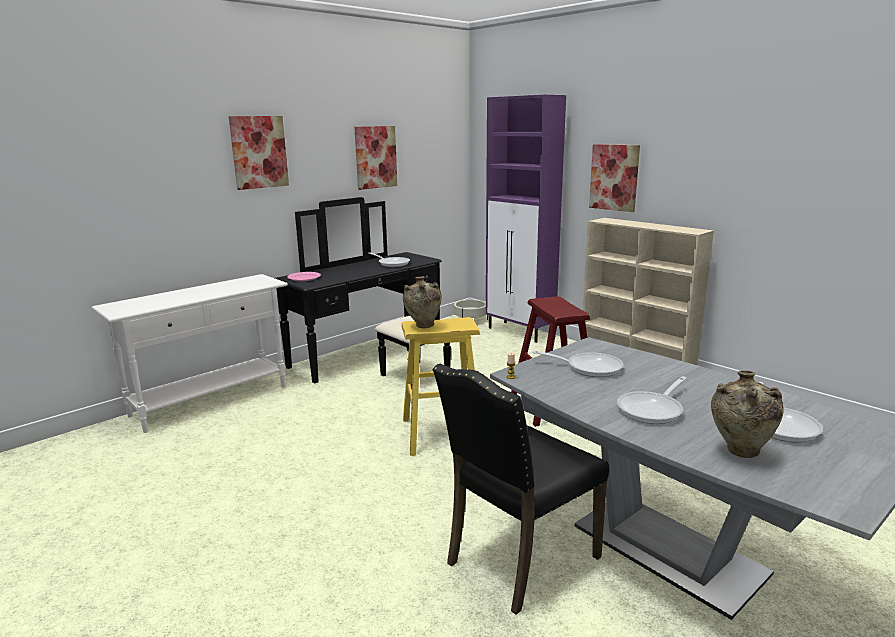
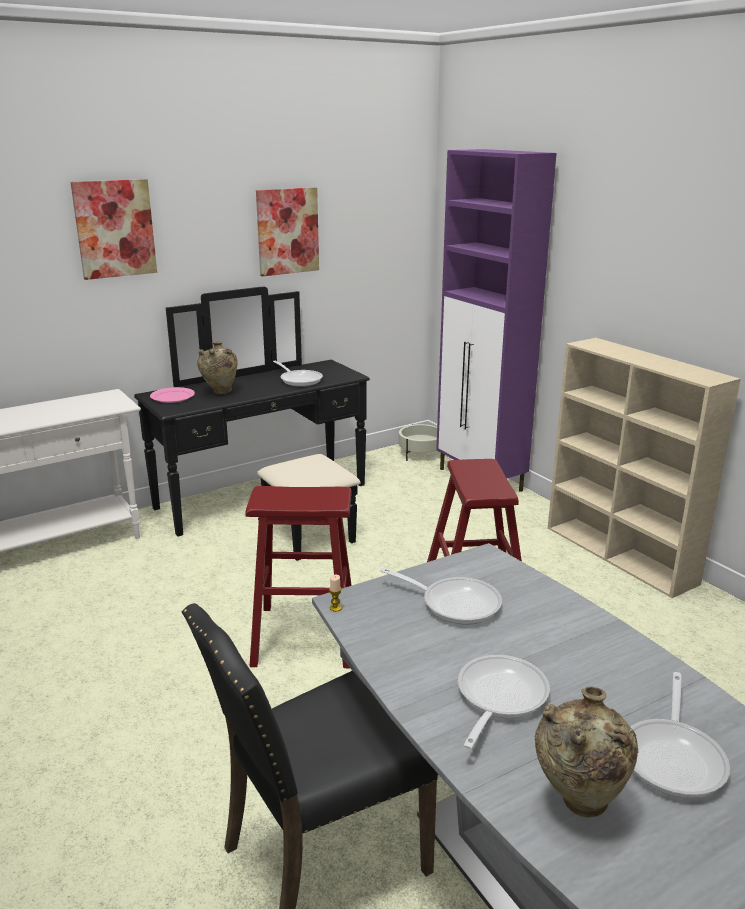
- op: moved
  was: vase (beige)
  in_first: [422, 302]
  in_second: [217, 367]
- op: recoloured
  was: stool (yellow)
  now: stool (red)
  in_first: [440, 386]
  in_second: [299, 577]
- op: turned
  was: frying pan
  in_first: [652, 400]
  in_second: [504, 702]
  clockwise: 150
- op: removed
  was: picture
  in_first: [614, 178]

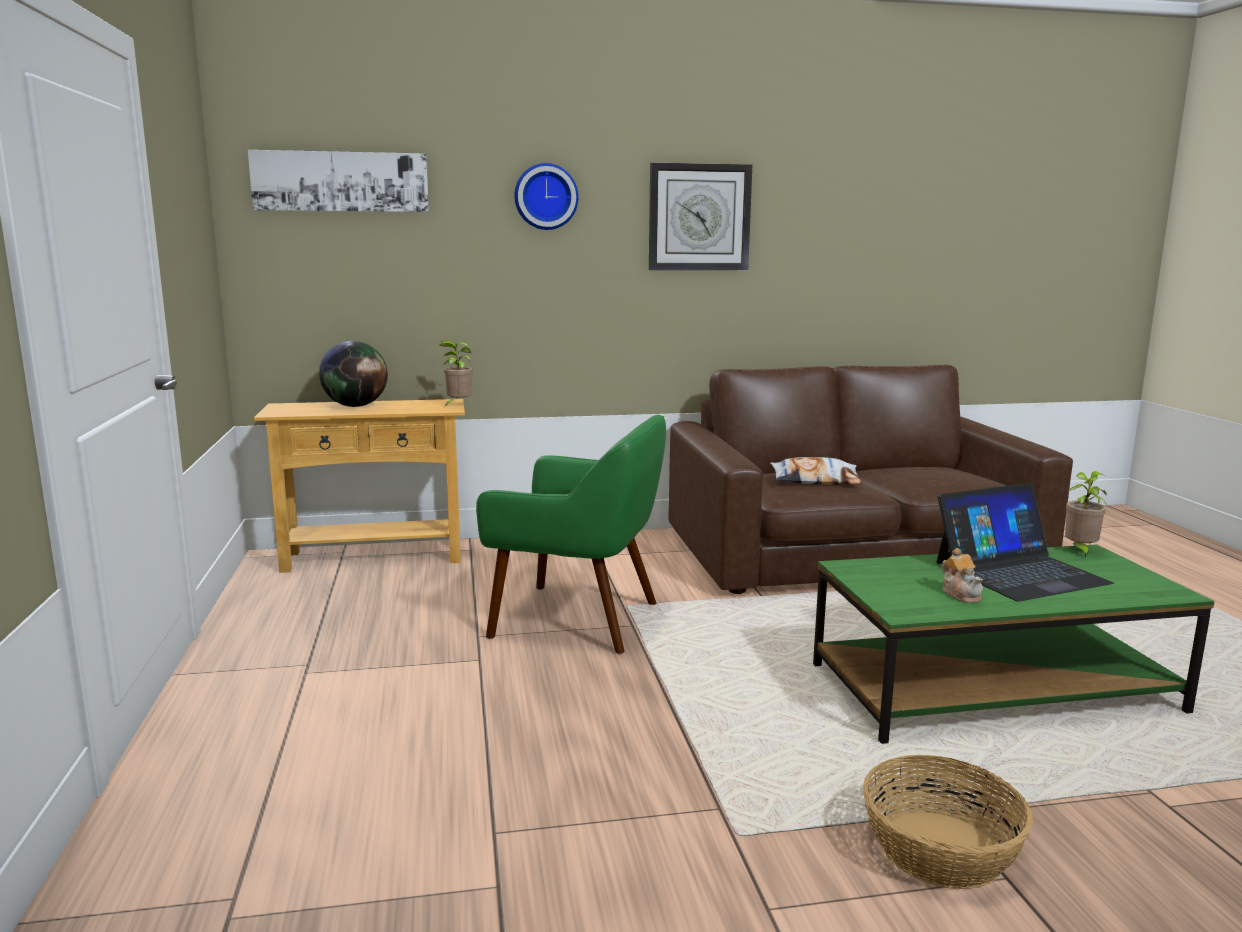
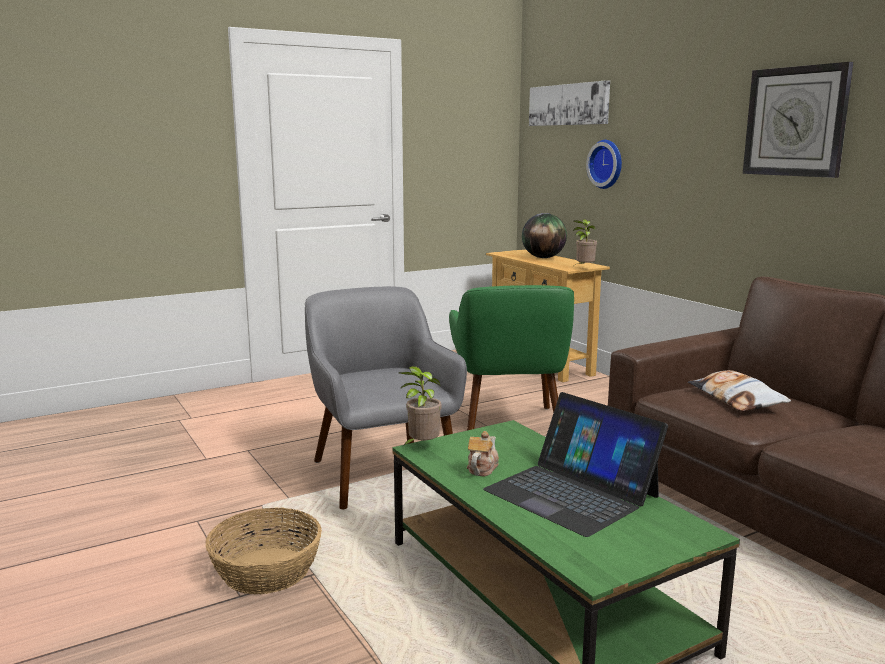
- op: added
  now: armchair (grey)
  in_second: [386, 397]
- op: moved
  was: potted plant
  in_first: [1086, 514]
  in_second: [420, 406]
- op: turned
  was: teapot
  in_first: [962, 575]
  in_second: [483, 453]
  clockwise: 150
- op: moved
  was: wall clock
  in_first: [546, 196]
  in_second: [604, 164]

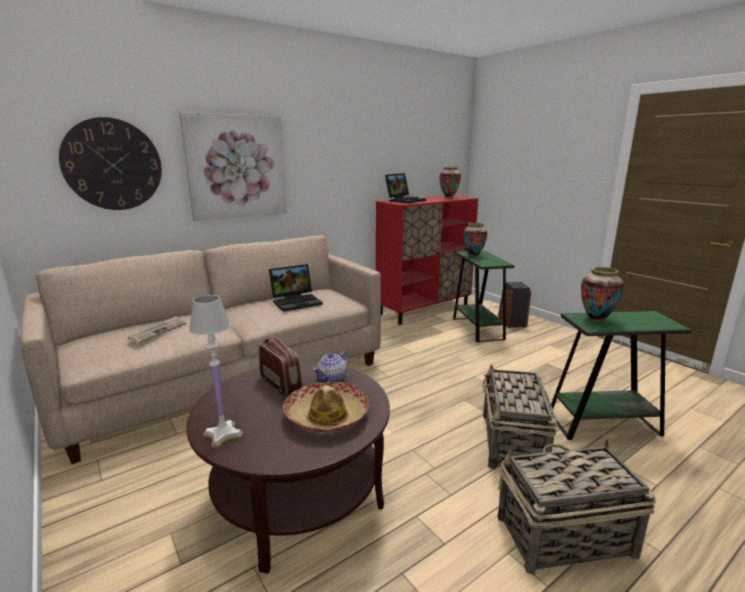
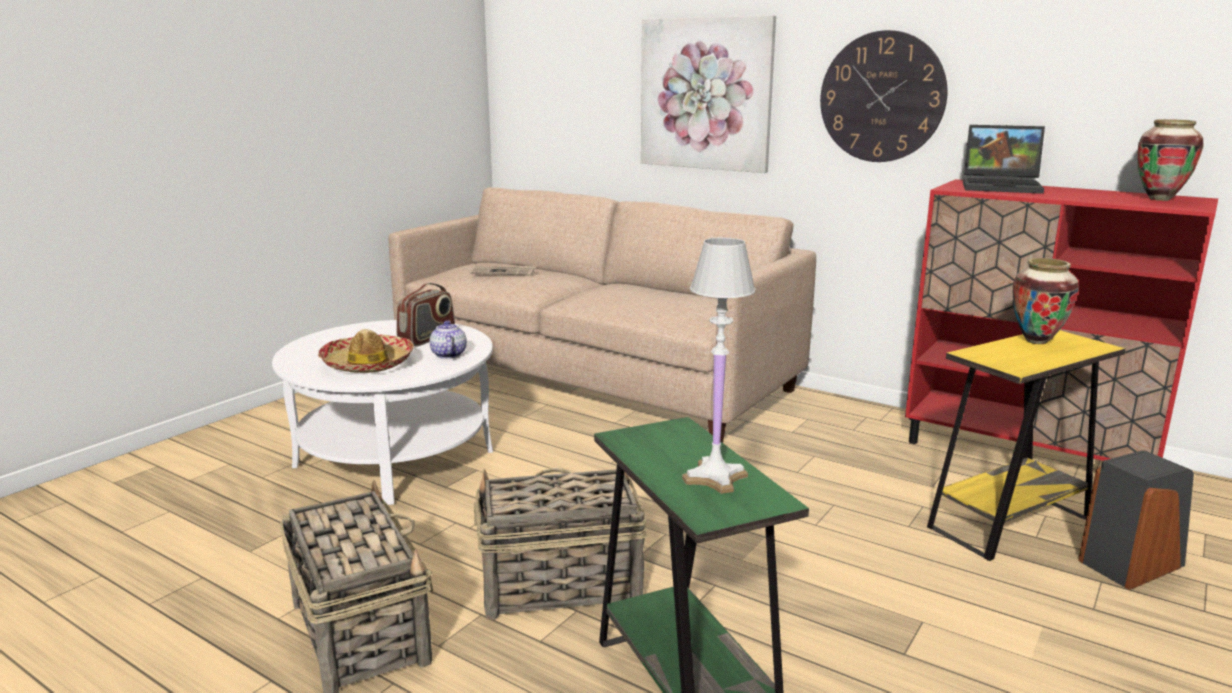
- op: recoloured
  was: coffee table (brown)
  now: coffee table (white)
  in_first: [288, 467]
  in_second: [382, 412]
- op: turned
  was: teapot
  in_first: [330, 367]
  in_second: [448, 339]
  clockwise: 60
- op: moved
  was: table lamp (white)
  in_first: [216, 371]
  in_second: [719, 365]
- op: moved
  was: wall clock
  in_first: [110, 163]
  in_second: [883, 96]
- op: recoloured
  was: side table (green)
  now: side table (yellow)
  in_first: [484, 297]
  in_second: [1026, 445]
- op: removed
  was: laptop
  in_first: [296, 288]
- op: removed
  was: vase
  in_first: [602, 294]

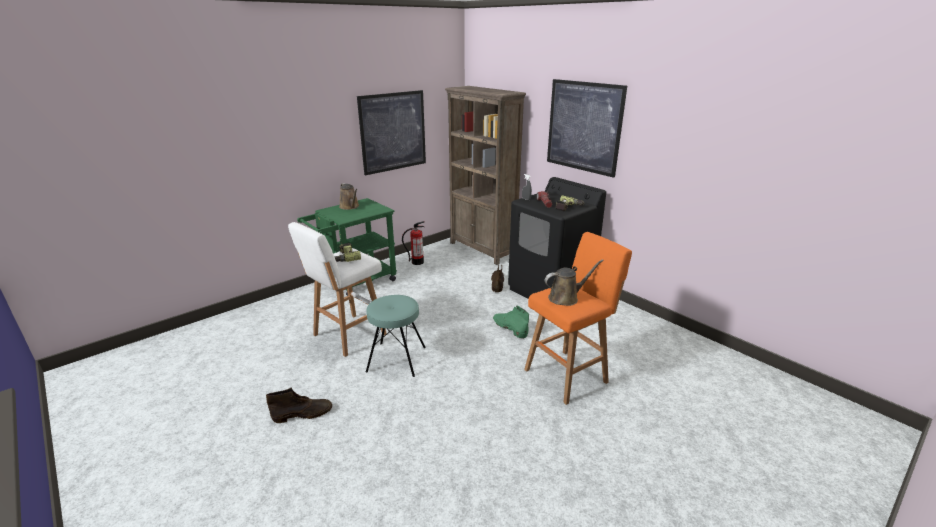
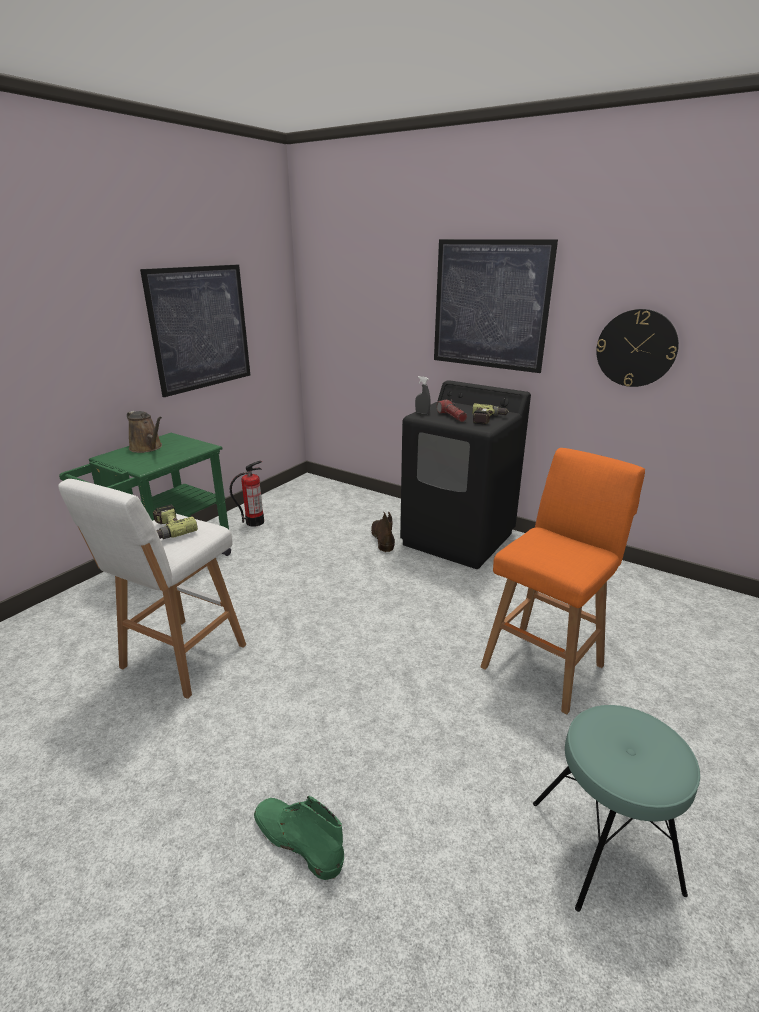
- op: moved
  was: boot (green)
  in_first: [511, 322]
  in_second: [299, 838]
- op: moved
  was: stool (turquoise)
  in_first: [396, 336]
  in_second: [616, 808]
- op: added
  now: wall clock
  in_second: [637, 348]
- op: removed
  was: boot (brown)
  in_first: [299, 405]
- op: removed
  was: bookcase (brown)
  in_first: [485, 175]
- op: removed
  was: watering can (brown)
  in_first: [574, 282]

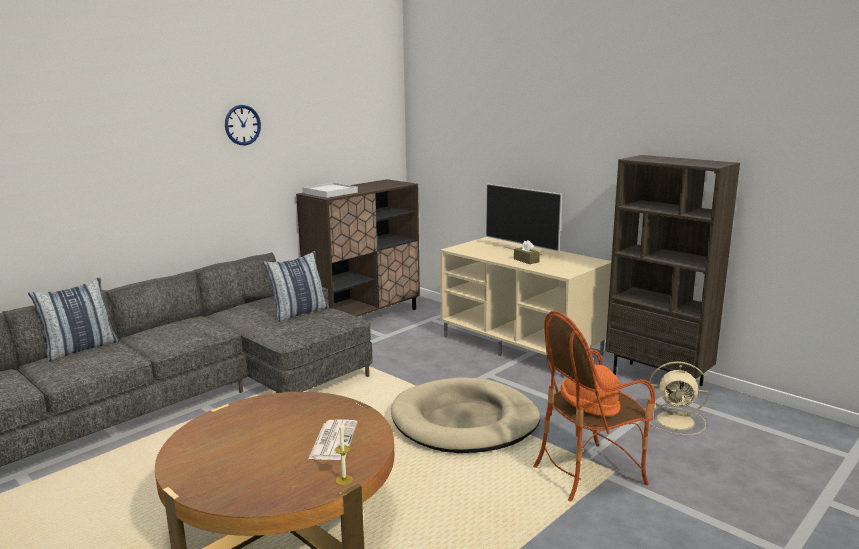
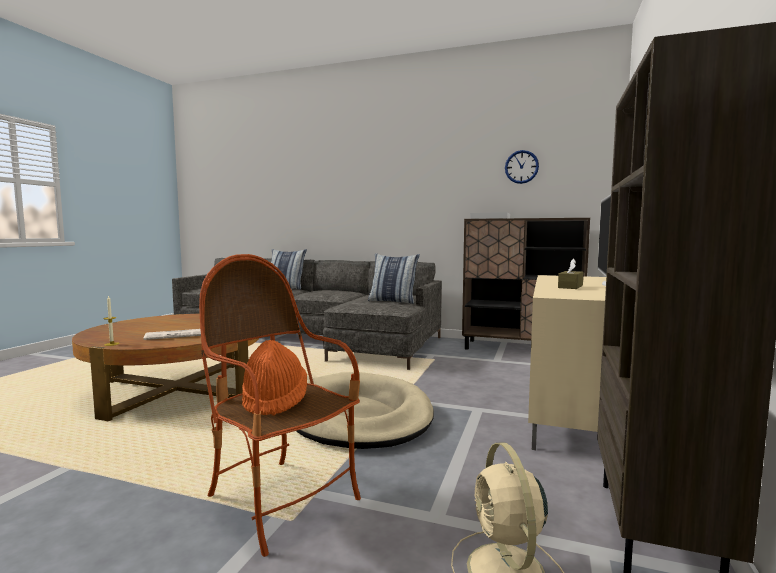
- op: moved
  was: wall clock
  in_first: [243, 125]
  in_second: [522, 167]

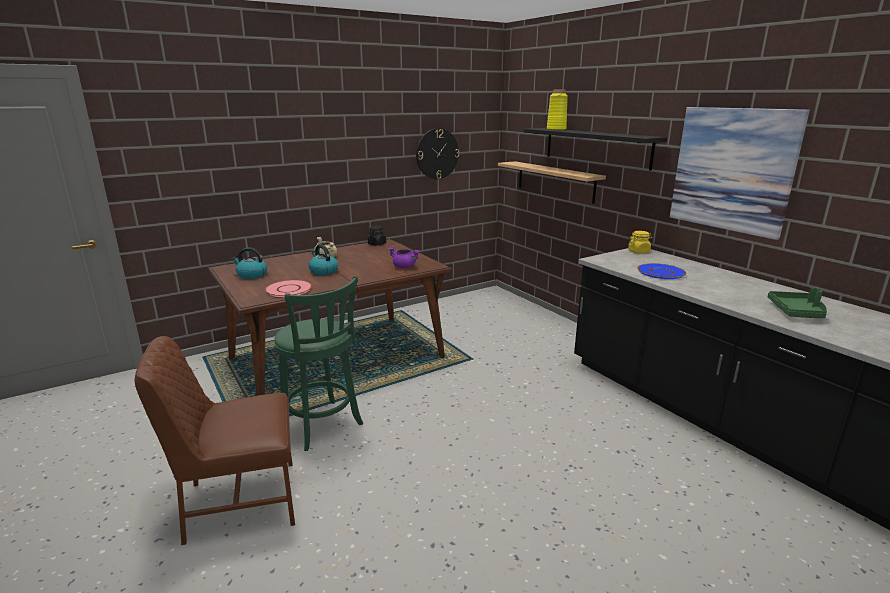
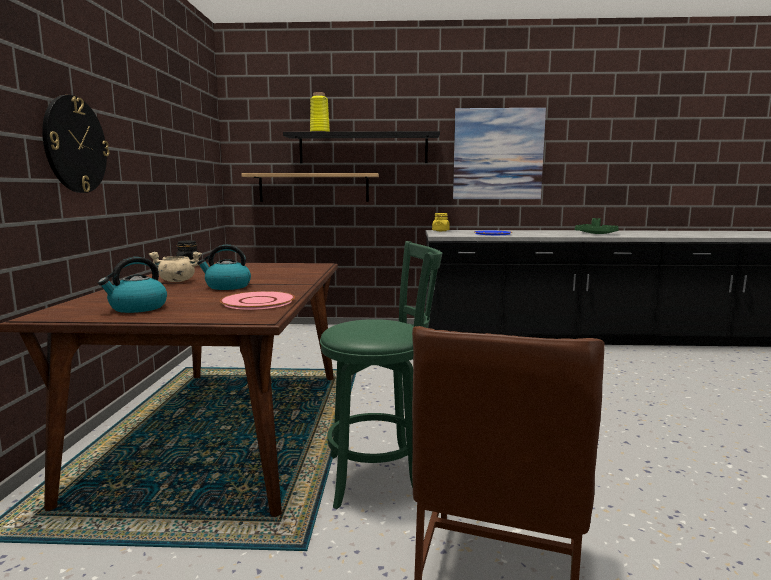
- op: moved
  was: wall clock
  in_first: [437, 153]
  in_second: [75, 144]
- op: removed
  was: cooking pot (purple)
  in_first: [404, 257]

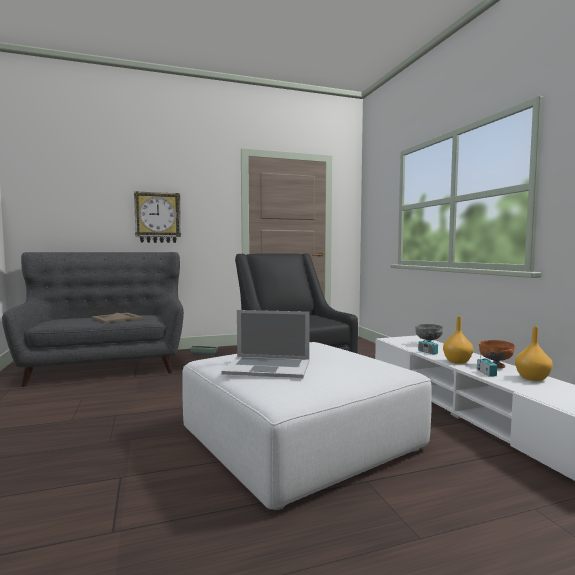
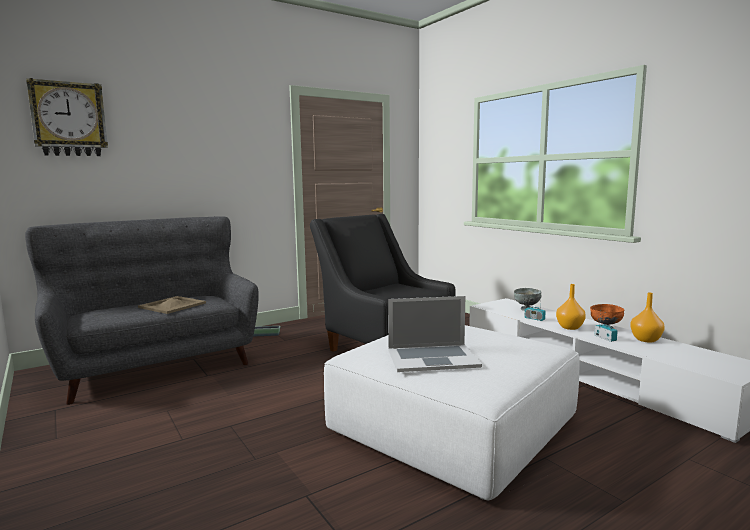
- op: moved
  was: wall clock
  in_first: [157, 217]
  in_second: [67, 117]

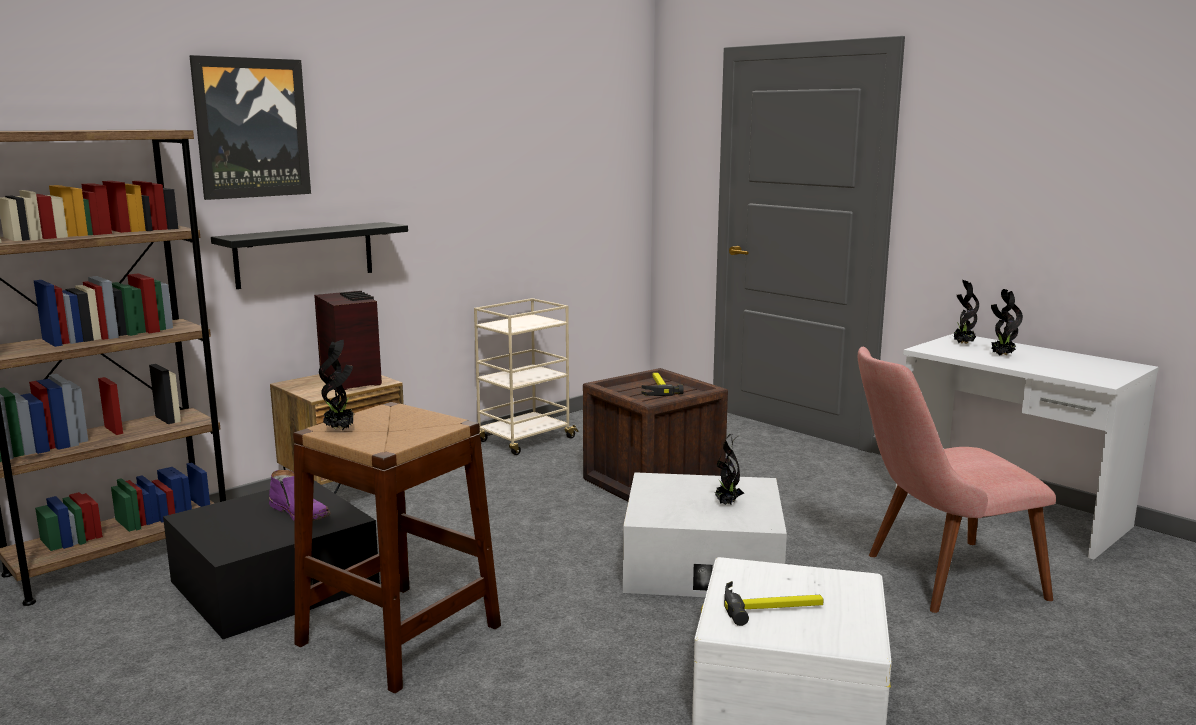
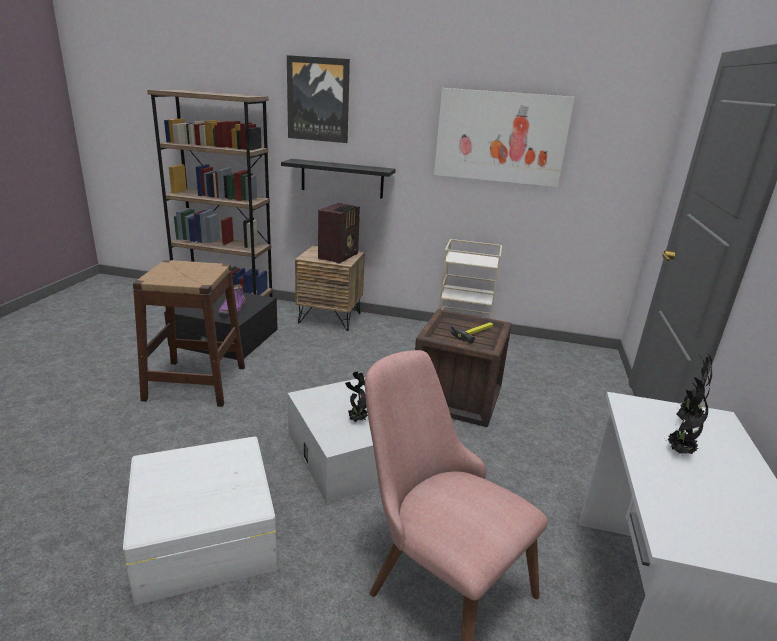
- op: added
  now: picture
  in_second: [504, 137]
- op: removed
  was: potted plant
  in_first: [337, 385]
- op: removed
  was: hammer
  in_first: [774, 603]

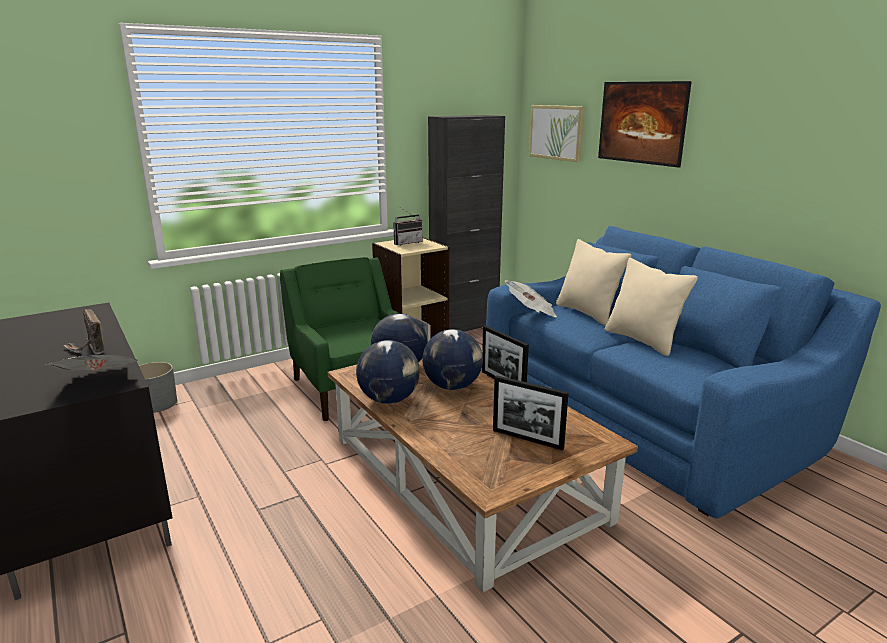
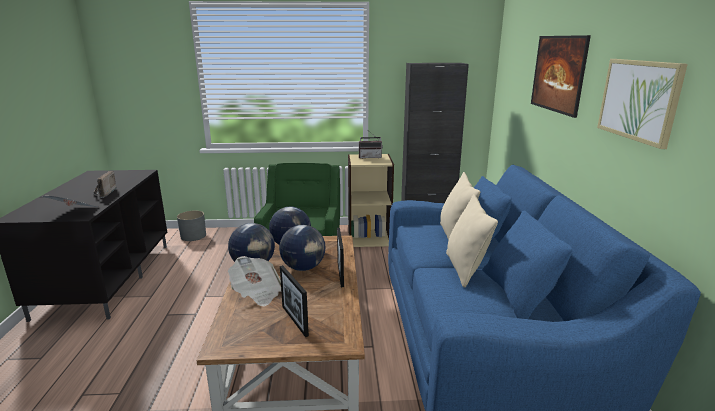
- op: moved
  was: newspaper
  in_first: [531, 298]
  in_second: [254, 281]
- op: moved
  was: picture
  in_first: [556, 133]
  in_second: [642, 104]

